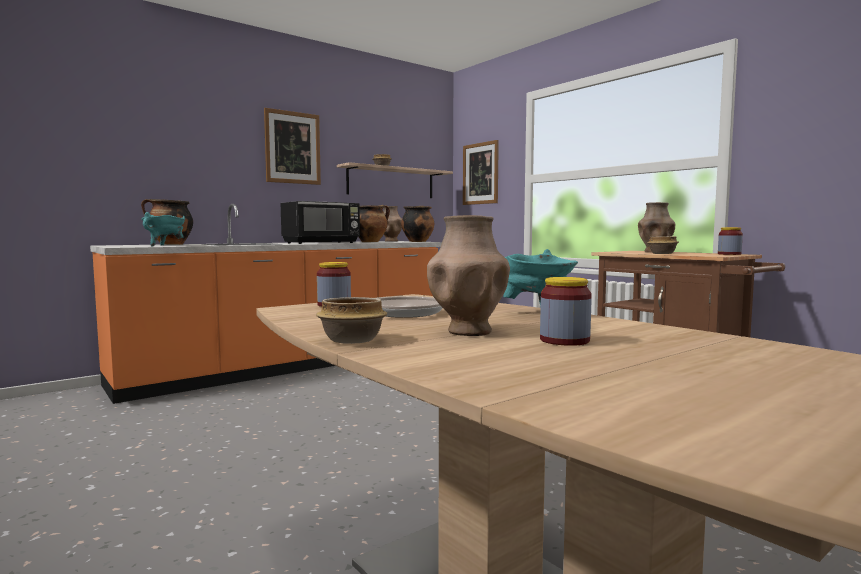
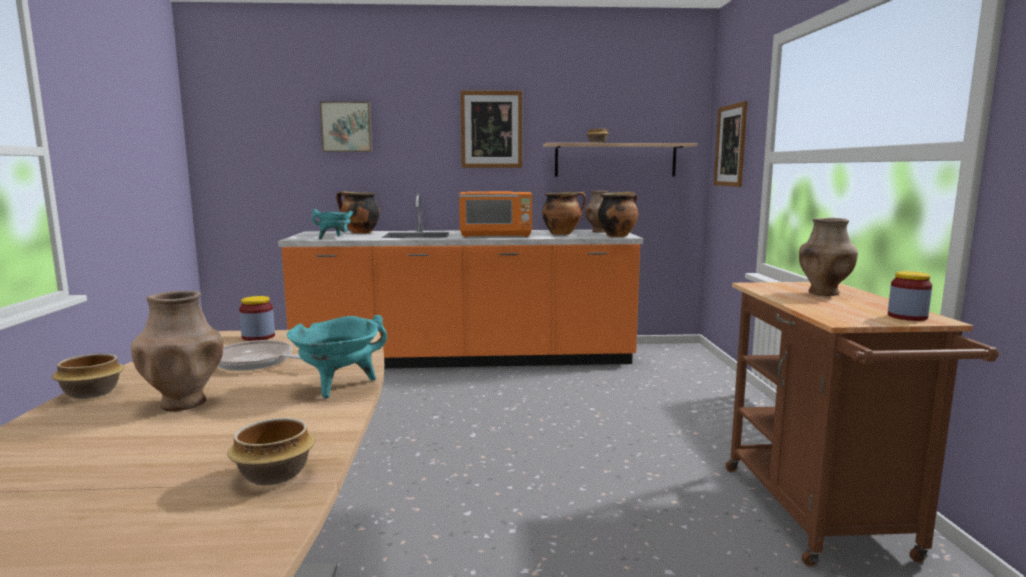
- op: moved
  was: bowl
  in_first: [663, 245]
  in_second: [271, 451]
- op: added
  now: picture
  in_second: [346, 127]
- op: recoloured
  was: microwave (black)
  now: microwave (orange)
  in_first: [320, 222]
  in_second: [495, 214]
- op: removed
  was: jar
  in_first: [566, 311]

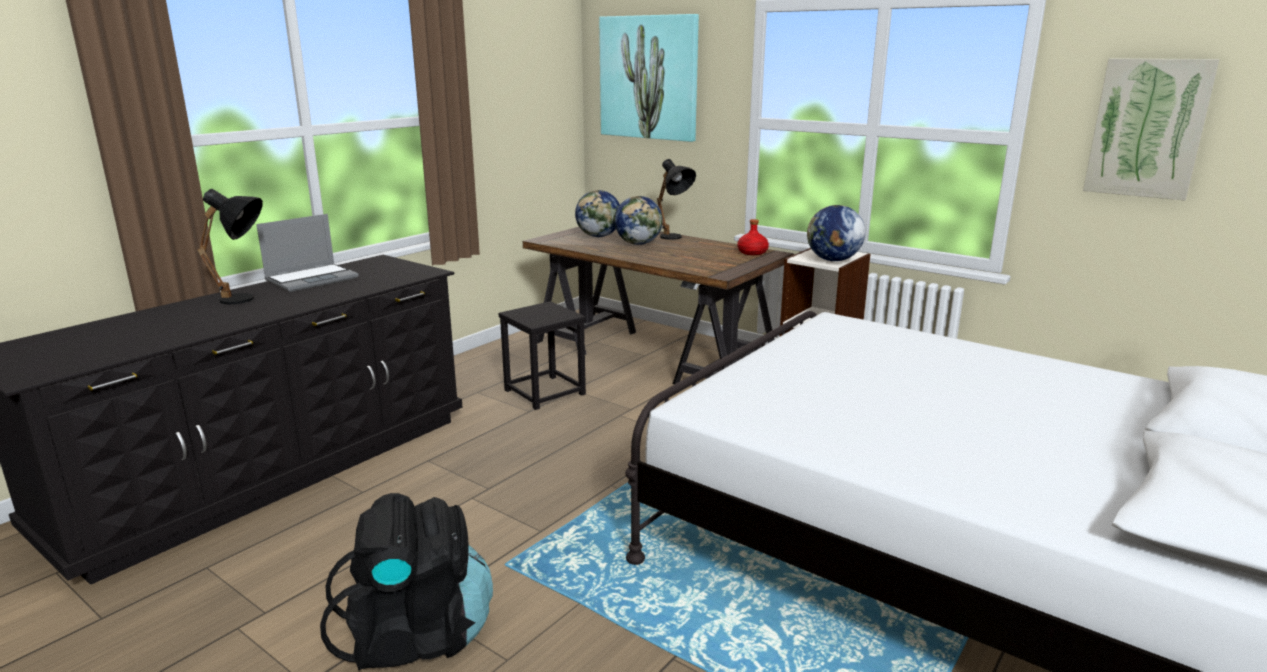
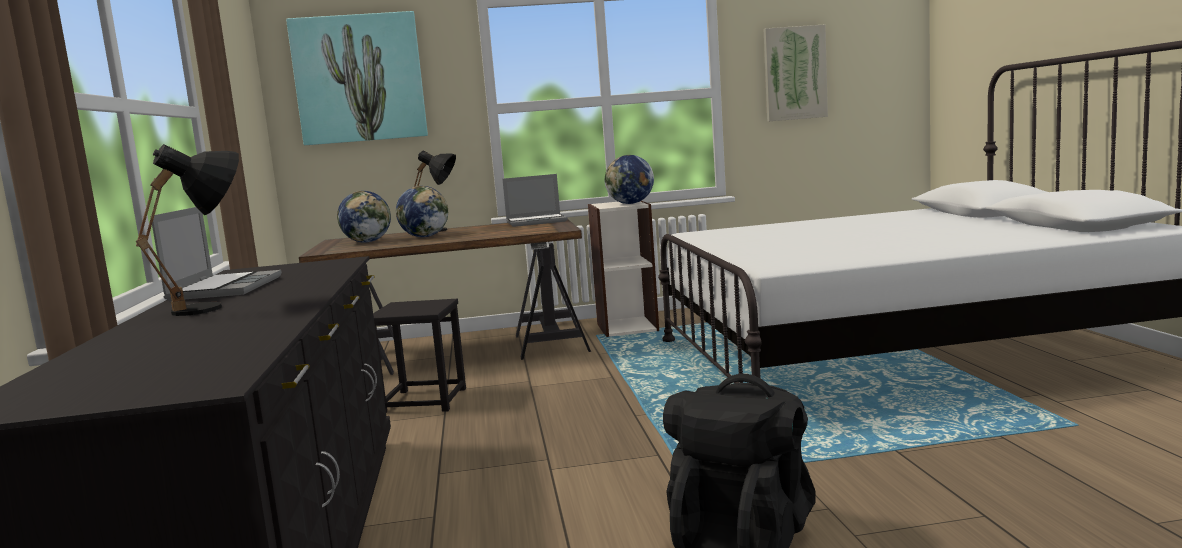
- op: replaced
  was: bottle (red)
  now: laptop
  in_first: [753, 237]
  in_second: [534, 200]

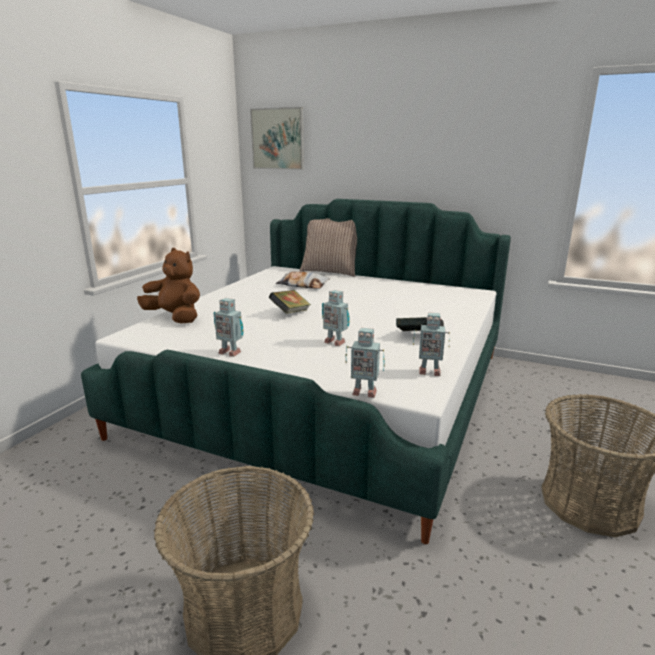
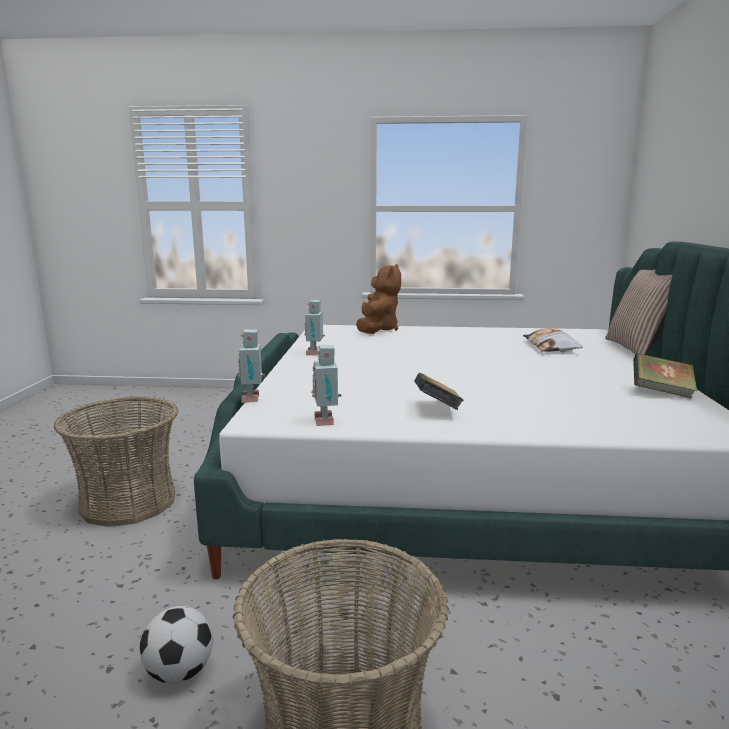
- op: added
  now: football
  in_second: [176, 644]
- op: moved
  was: book
  in_first: [290, 302]
  in_second: [665, 376]
- op: removed
  was: picture
  in_first: [277, 138]
- op: removed
  was: toy robot
  in_first: [336, 318]

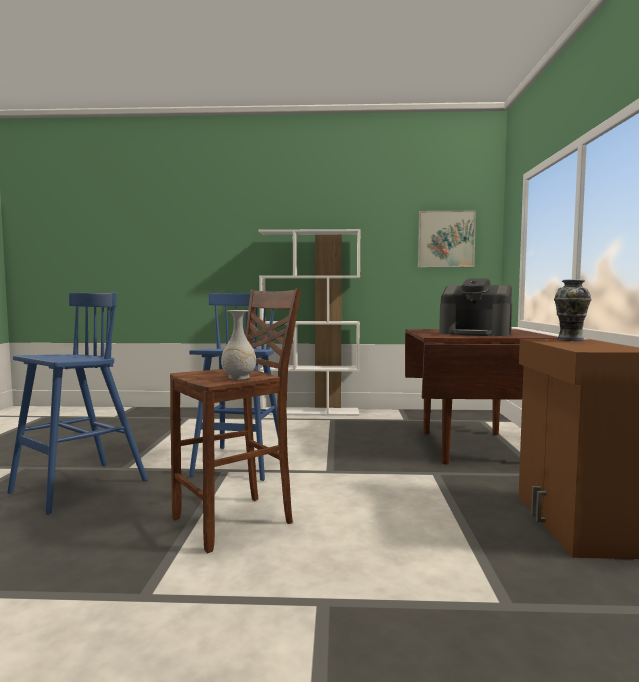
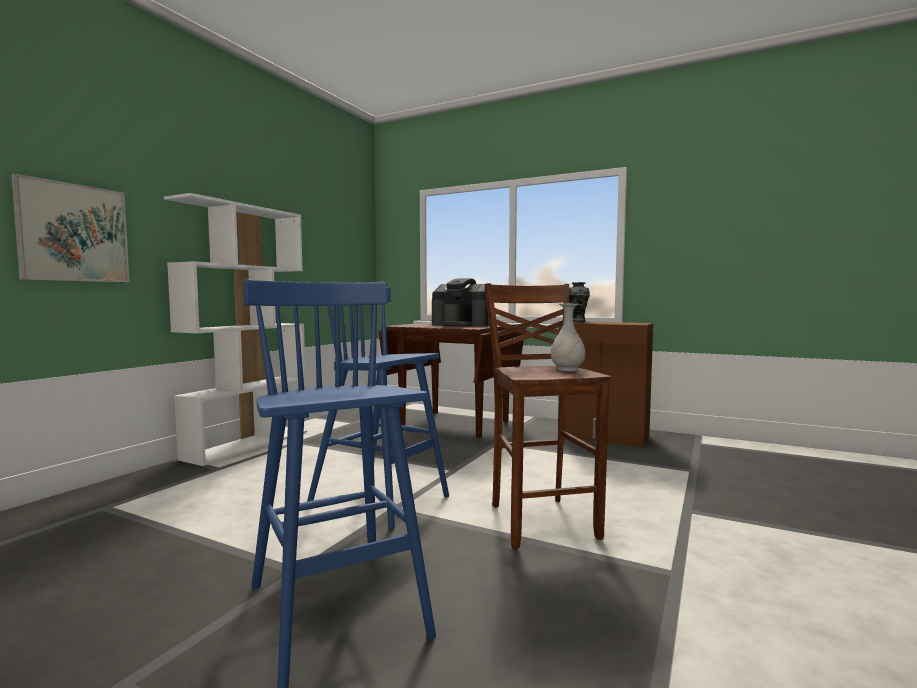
- op: moved
  was: picture
  in_first: [447, 239]
  in_second: [70, 227]
- op: turned
  was: coffee machine
  in_first: [475, 307]
  in_second: [460, 302]
  clockwise: 60

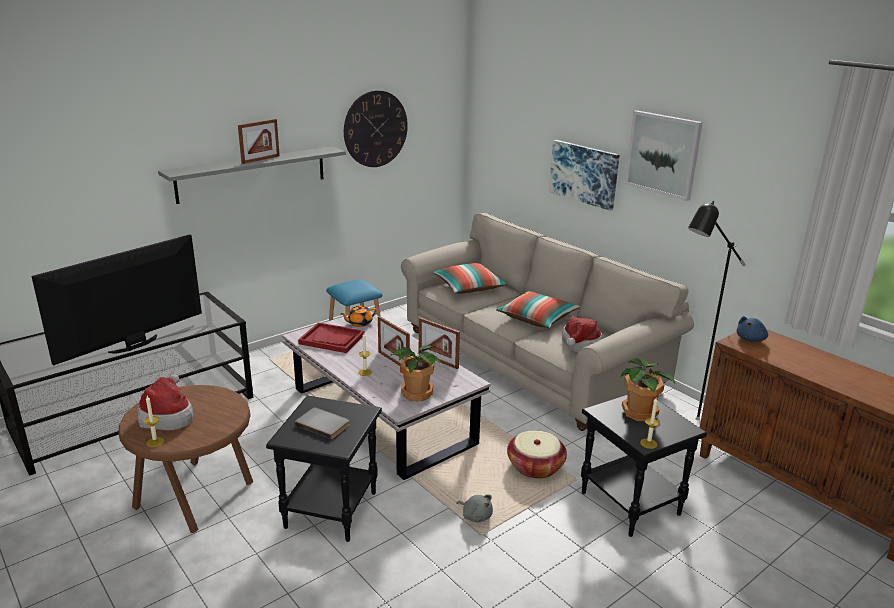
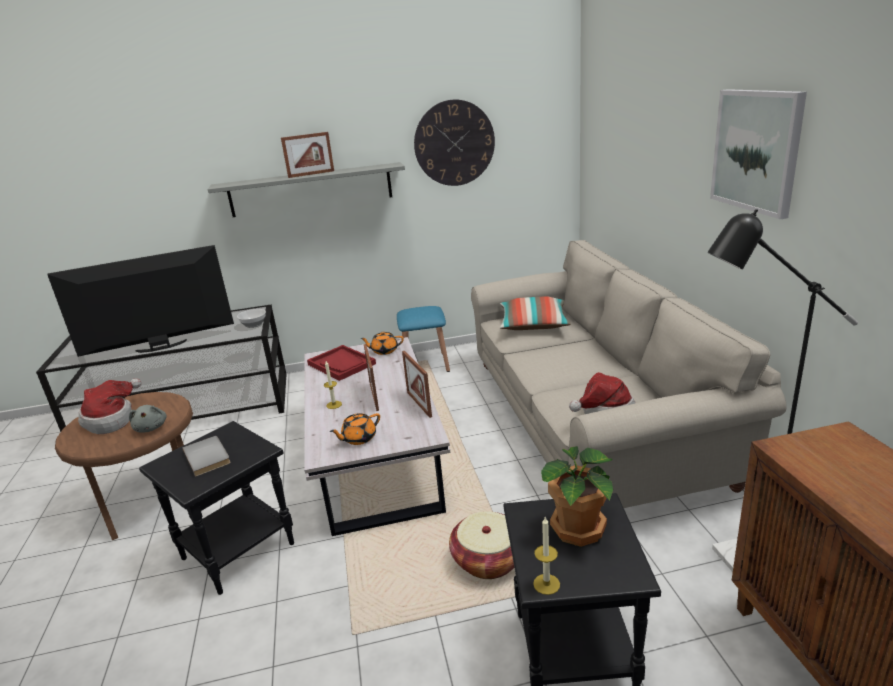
- op: moved
  was: plush toy (grey)
  in_first: [475, 508]
  in_second: [148, 418]
- op: added
  now: bowl
  in_second: [251, 318]
- op: replaced
  was: potted plant
  now: teapot (orange)
  in_first: [415, 373]
  in_second: [355, 429]
- op: removed
  was: candle
  in_first: [154, 421]
- op: removed
  was: pillow
  in_first: [538, 309]
- op: removed
  was: picture
  in_first: [584, 175]
- op: removed
  was: plush toy (blue)
  in_first: [752, 329]

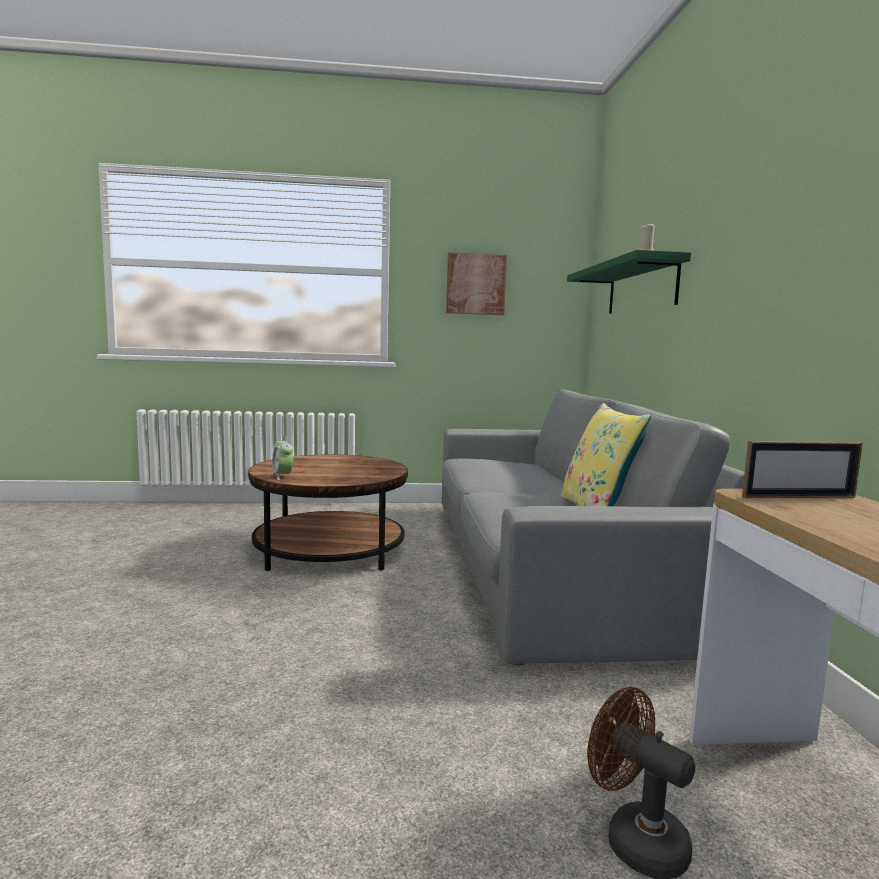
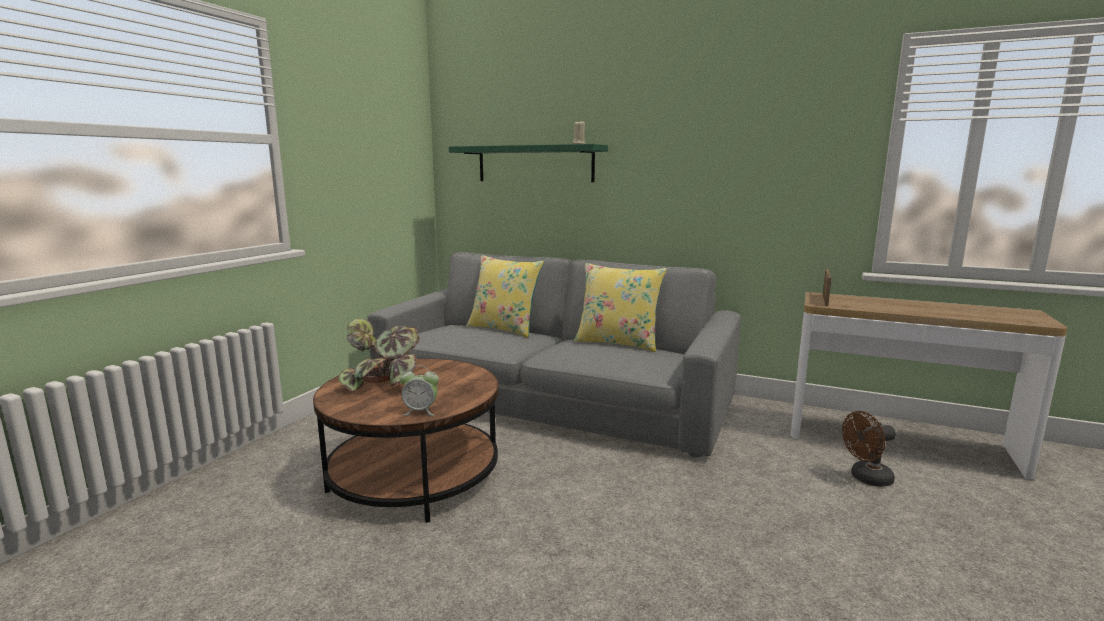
- op: added
  now: potted plant
  in_second: [379, 355]
- op: added
  now: pillow (yellow)
  in_second: [505, 296]
- op: removed
  was: picture
  in_first: [476, 283]

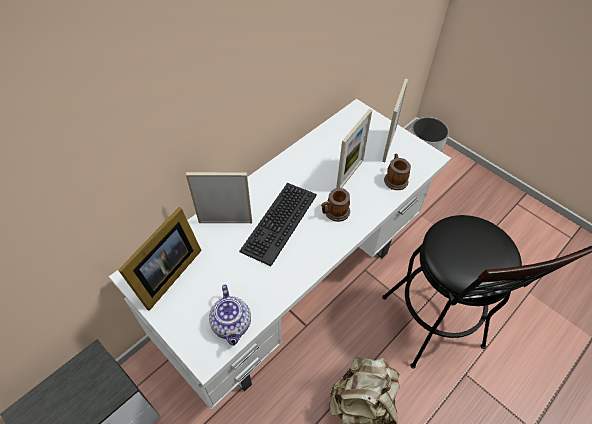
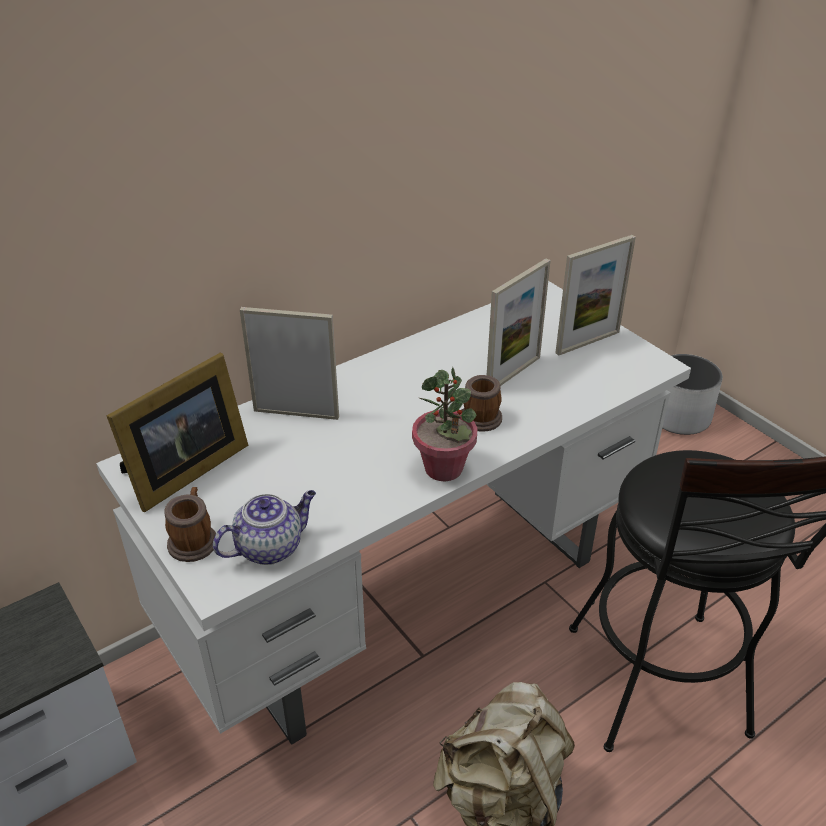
- op: moved
  was: mug
  in_first: [397, 172]
  in_second: [190, 524]
- op: turned
  was: teapot
  in_first: [230, 315]
  in_second: [264, 527]
  clockwise: -120
- op: added
  now: potted plant
  in_second: [445, 424]
- op: turned
  was: picture frame
  in_first: [395, 120]
  in_second: [595, 295]
  clockwise: -150
- op: removed
  was: keyboard
  in_first: [278, 224]

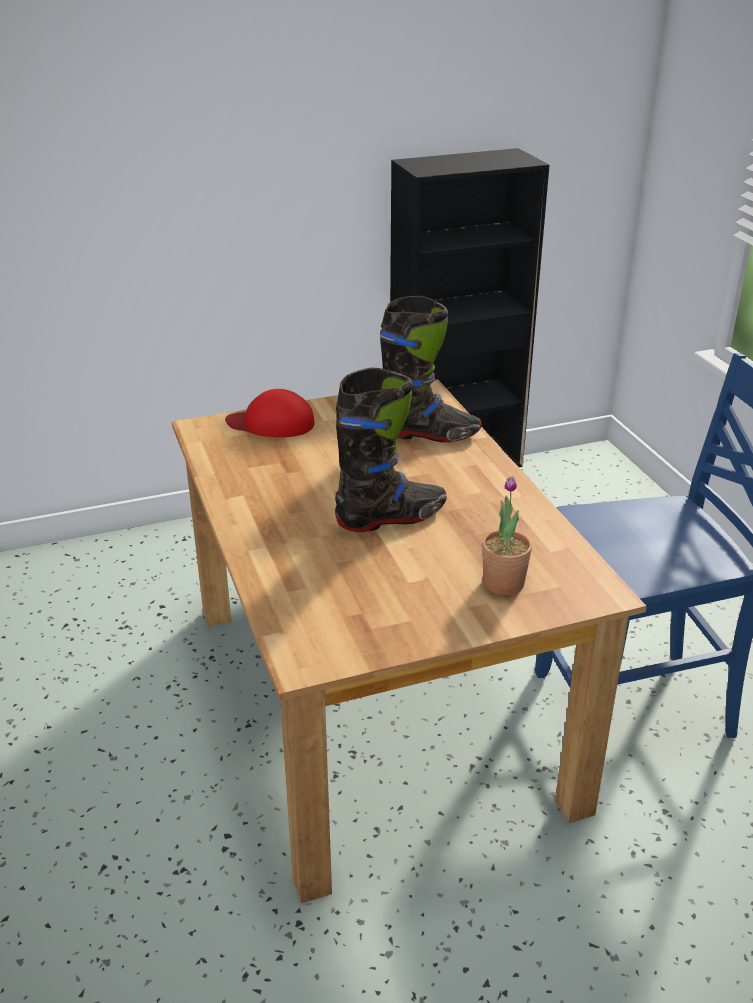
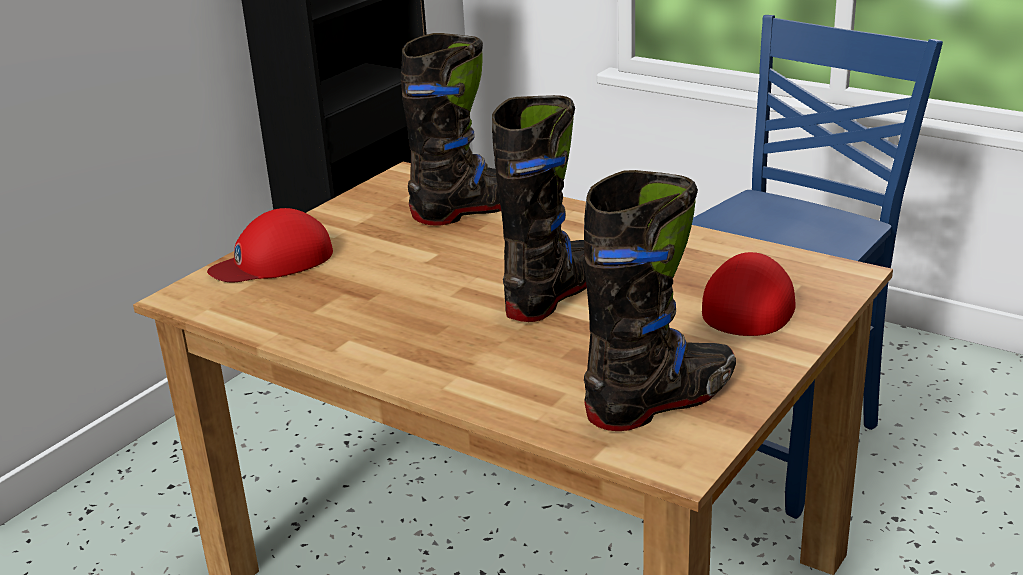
- op: added
  now: boot (black)
  in_second: [660, 300]
- op: replaced
  was: potted plant
  now: cap (red)
  in_first: [507, 535]
  in_second: [749, 294]

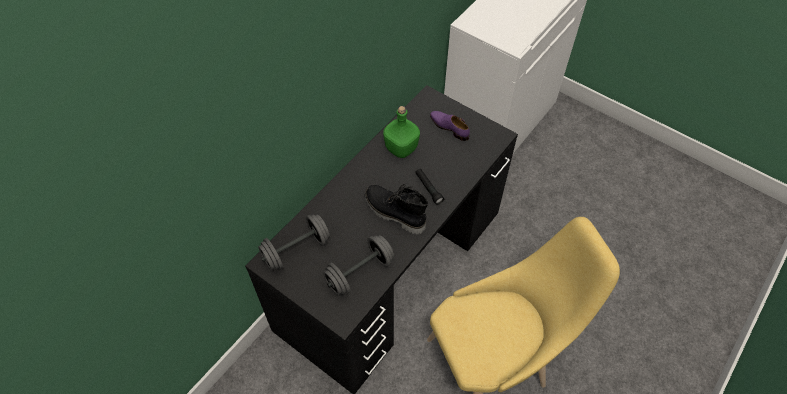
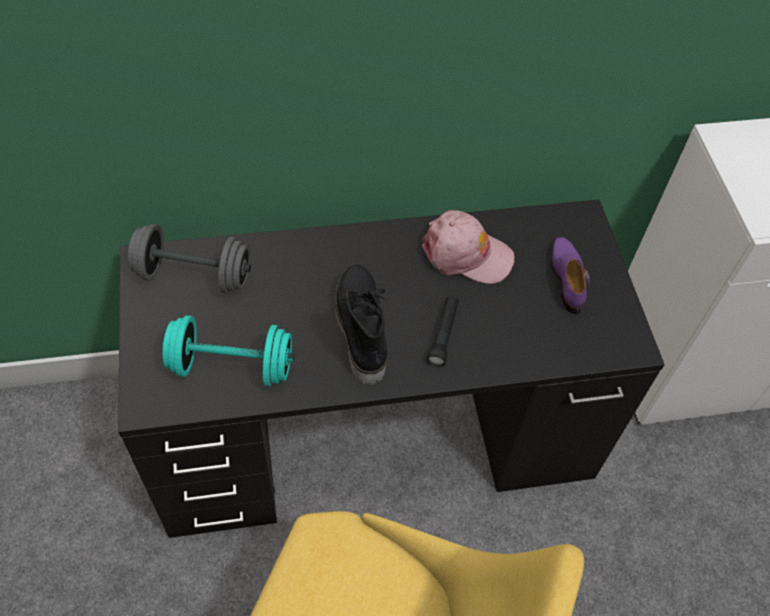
- op: recoloured
  was: dumbbell (grey)
  now: dumbbell (turquoise)
  in_first: [358, 265]
  in_second: [228, 350]
- op: replaced
  was: bottle (green)
  now: cap (pink)
  in_first: [401, 132]
  in_second: [468, 247]

